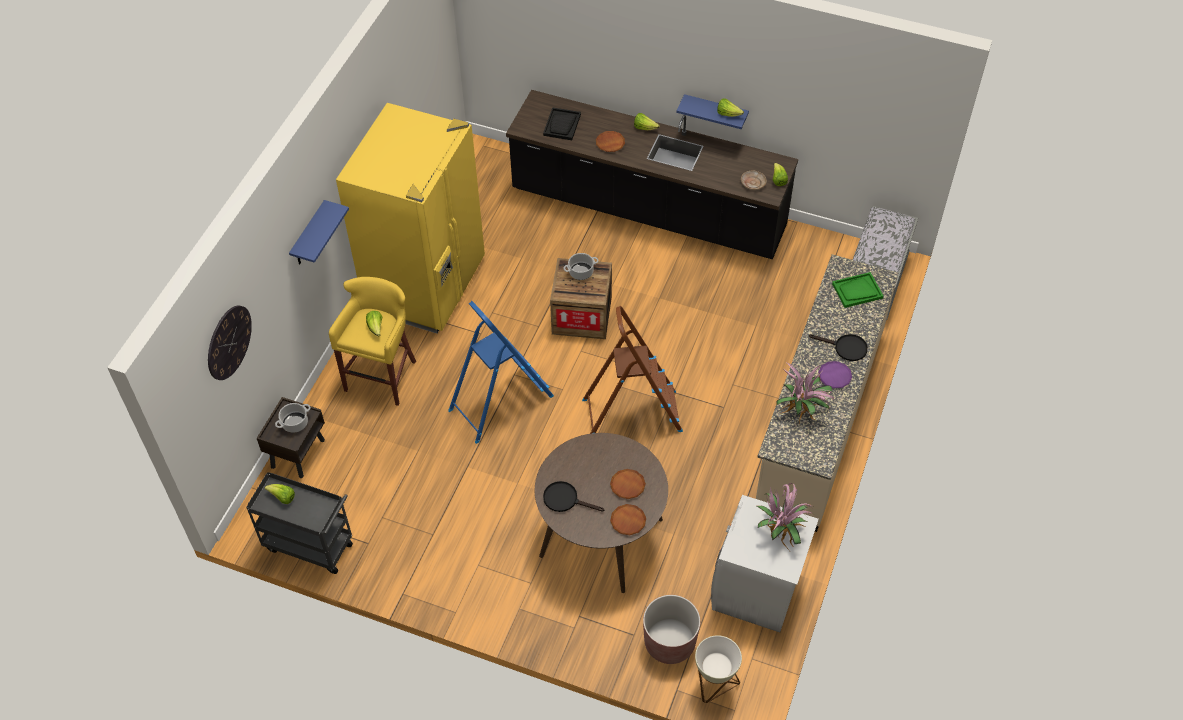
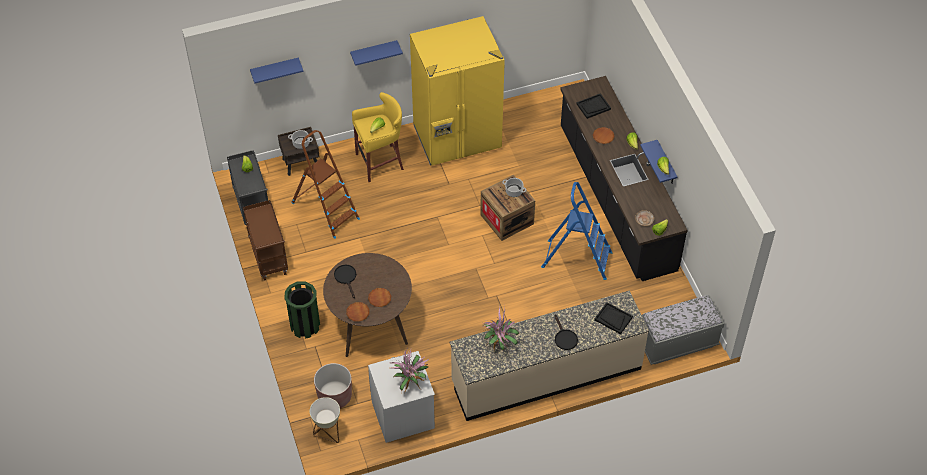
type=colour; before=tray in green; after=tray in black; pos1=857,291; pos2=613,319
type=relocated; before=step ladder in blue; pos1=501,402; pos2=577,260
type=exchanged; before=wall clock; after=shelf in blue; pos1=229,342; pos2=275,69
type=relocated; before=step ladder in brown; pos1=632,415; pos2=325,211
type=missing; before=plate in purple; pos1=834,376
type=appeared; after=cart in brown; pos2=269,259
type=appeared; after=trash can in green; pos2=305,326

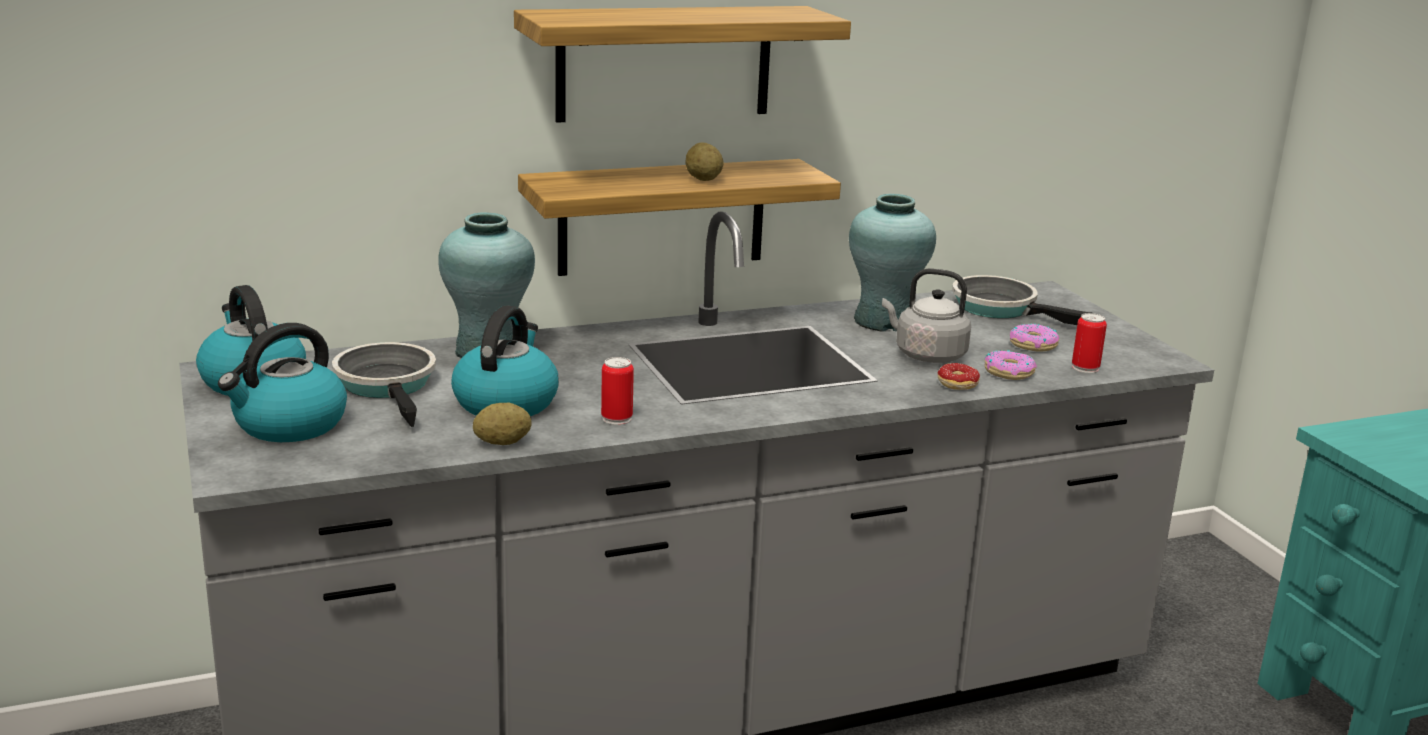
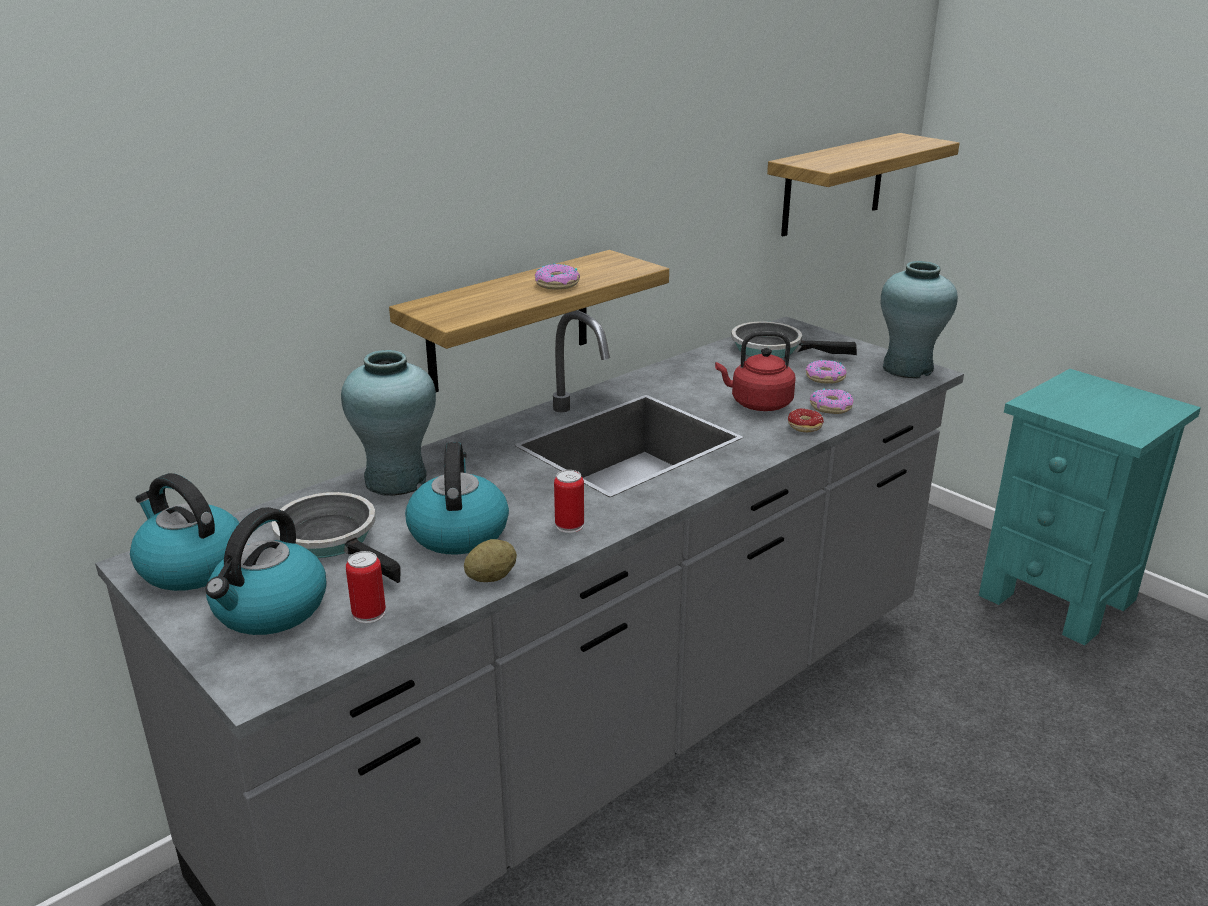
type=relocated; before=shelf; pos1=664,63; pos2=834,184
type=exchanged; before=potato; after=donut; pos1=703,179; pos2=558,284
type=relocated; before=vase in turquoise; pos1=884,321; pos2=908,368
type=colour; before=kettle in grey; after=kettle in red; pos1=926,355; pos2=758,404
type=relocated; before=can; pos1=1085,368; pos2=369,614

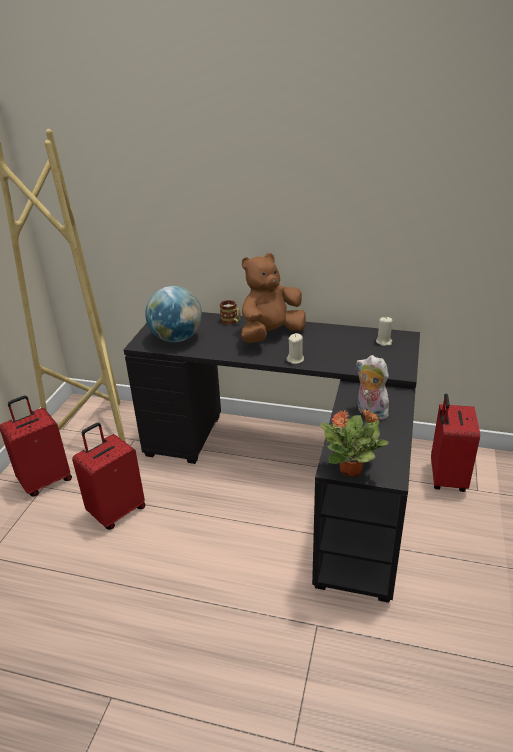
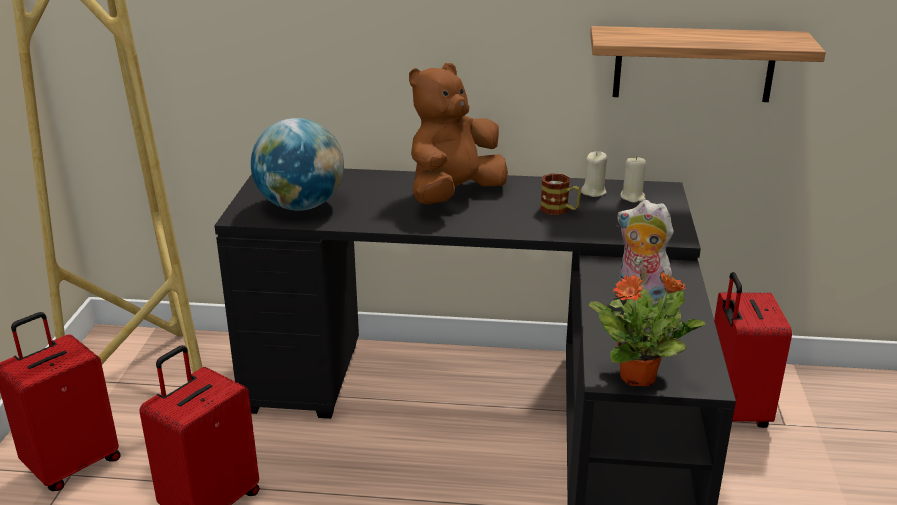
type=relocated; before=mug; pos1=231,321; pos2=560,210
type=relocated; before=candle in beige; pos1=295,359; pos2=593,192
type=appeared; after=shelf; pos2=694,64

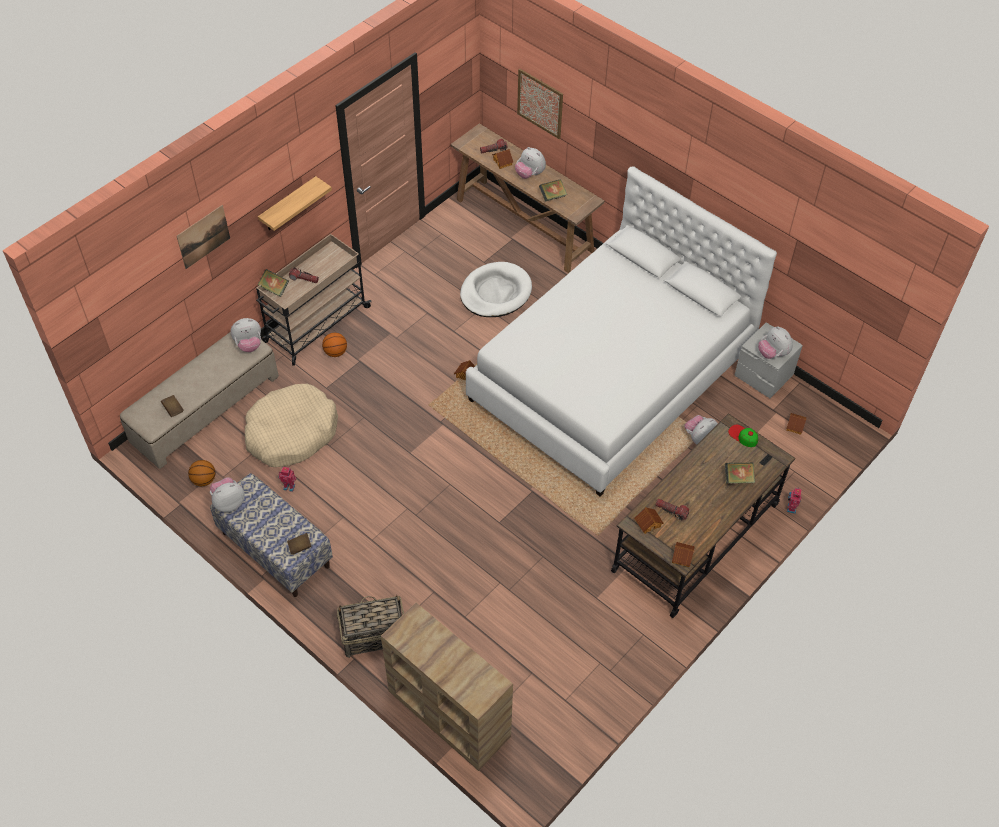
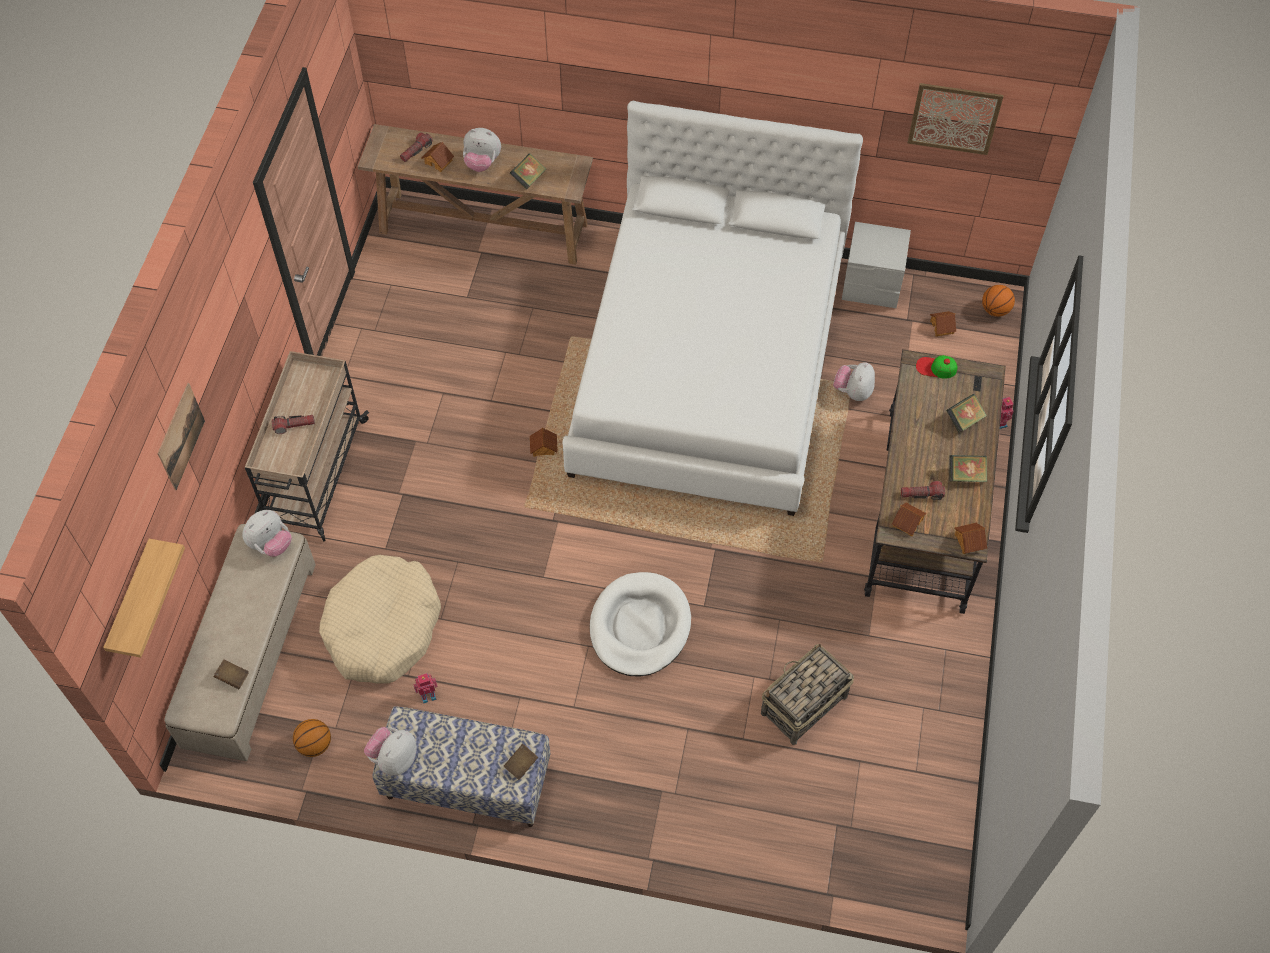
type=relocated; before=picture; pos1=540,103; pos2=954,117
type=relocated; before=shelf; pos1=288,205; pos2=131,601
type=relocated; before=dog bed in white; pos1=495,292; pos2=639,626
type=relocated; before=book; pos1=274,289; pos2=966,475
type=missing; before=plush toy; pos1=773,353
type=relocated; before=basketball; pos1=335,352; pos2=995,310
type=relocated; before=basket; pos1=373,635; pos2=803,705
type=missing; before=bookcase in brown; pos1=448,714

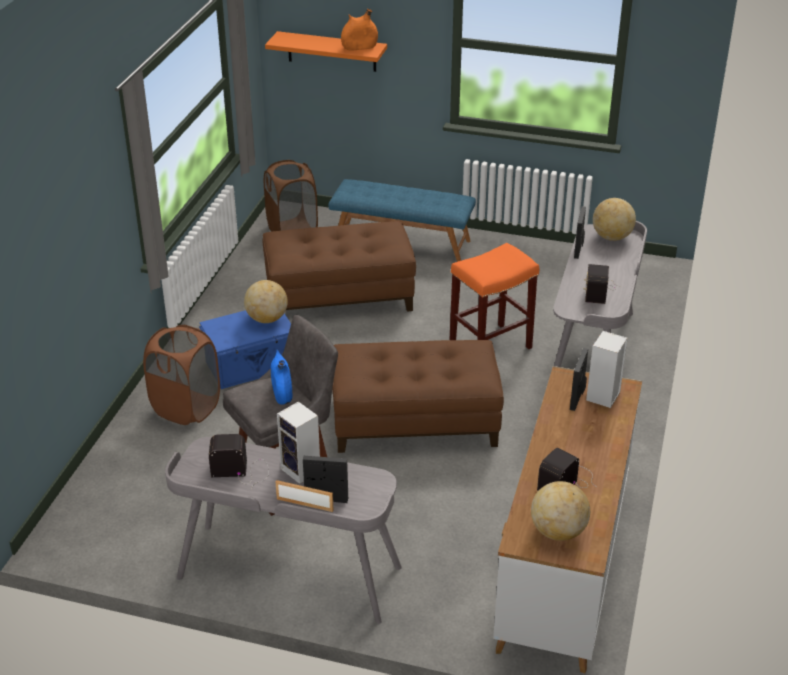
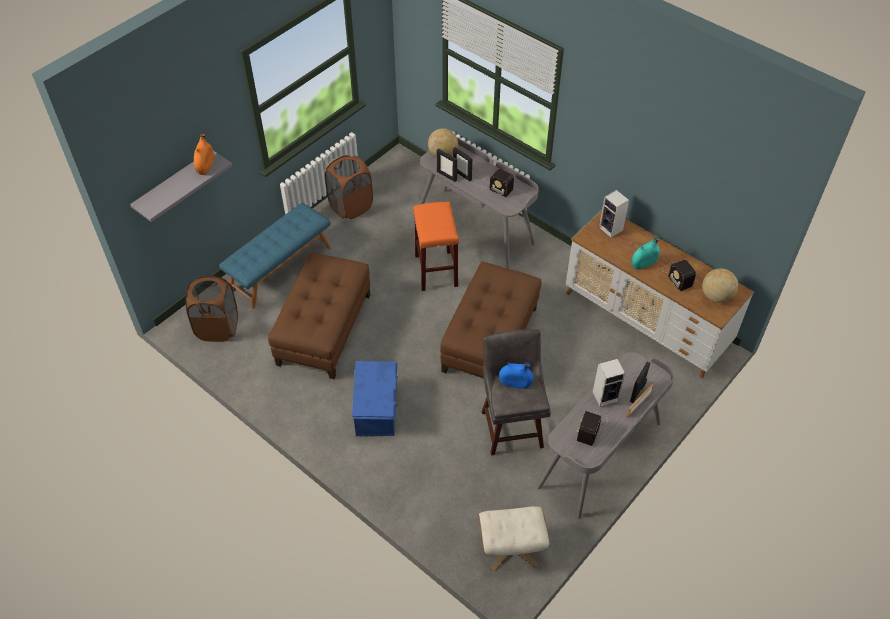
type=colour; before=shelf in orange; after=shelf in grey; pos1=332,51; pos2=174,185
type=missing; before=globe; pos1=267,319
type=relocated; before=laundry basket in brown; pos1=186,408; pos2=351,206
type=relocated; before=picture frame; pos1=577,398; pos2=462,174
type=appeared; after=vase in turquoise; pos2=643,263
type=appeared; after=ottoman in beige; pos2=511,547

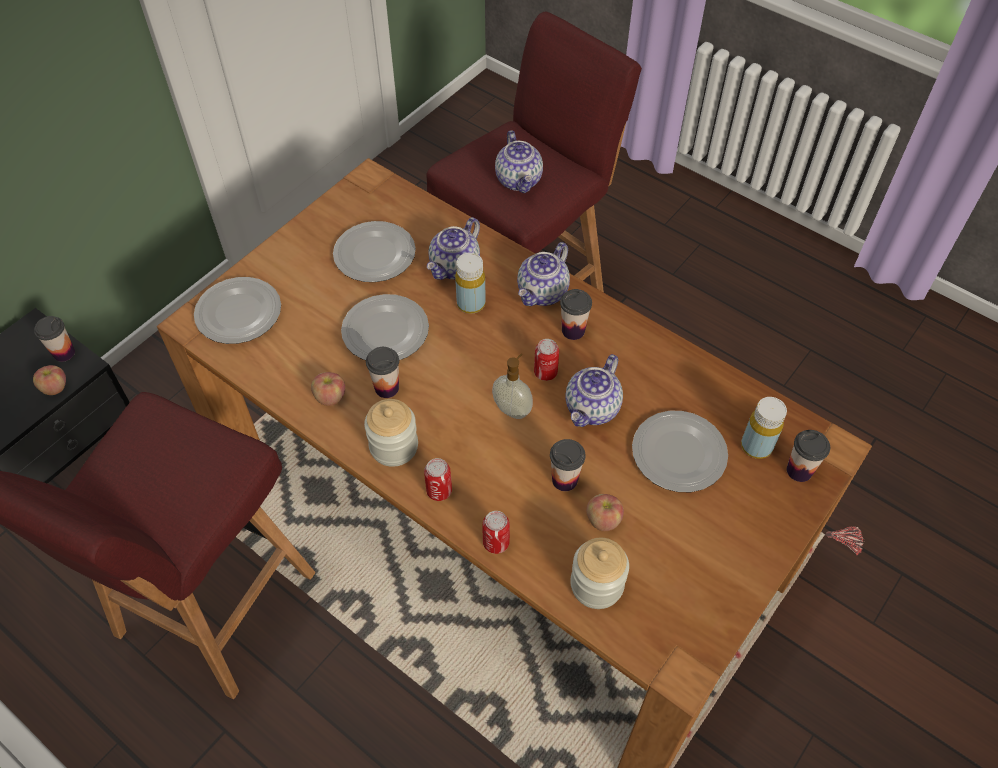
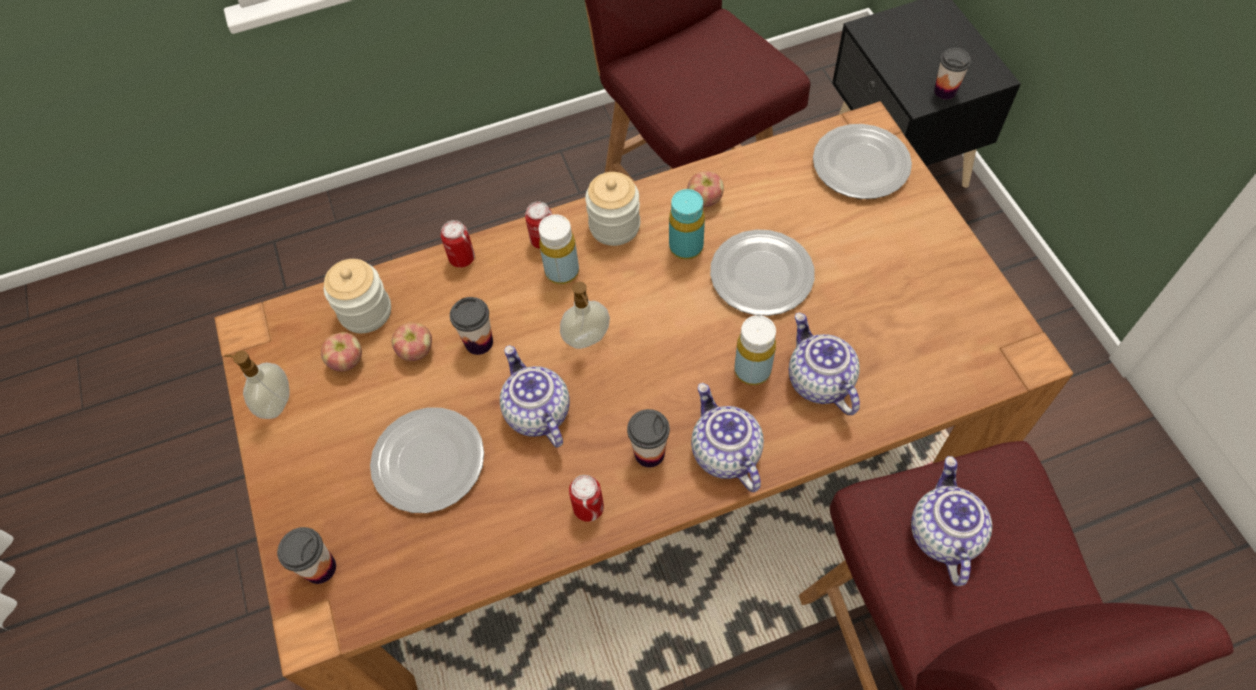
type=spun; before=teapot; pos1=519,180; pos2=942,533; turn=75
type=missing; before=plate; pos1=373,255
type=relocated; before=can; pos1=545,372; pos2=588,508
type=exchanged; before=cup; after=bottle in turquoise; pos1=387,388; pos2=686,247
type=relocated; before=apple; pos1=55,388; pos2=347,361
type=relocated; before=bottle in yellow; pos1=756,446; pos2=562,271
type=appeared; after=soap dispenser; pos2=276,403

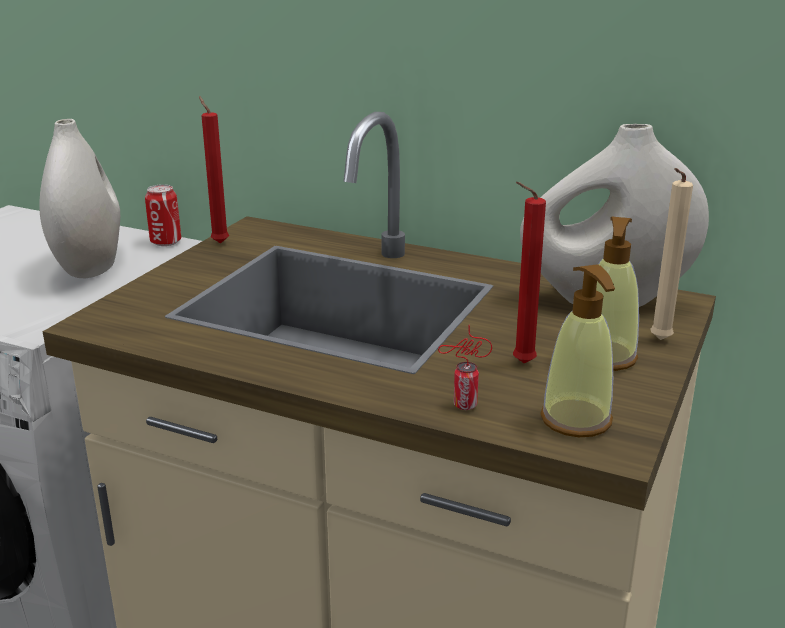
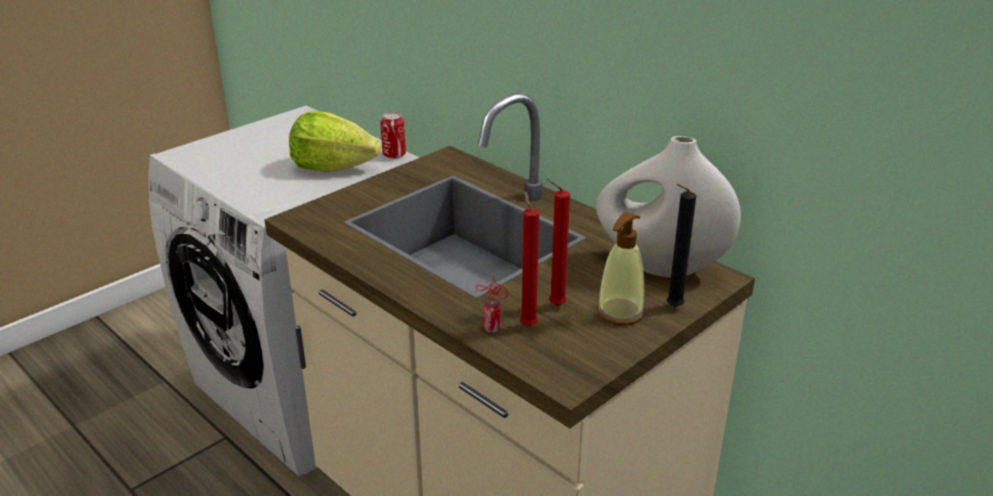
type=relocated; before=candle in red; pos1=219,242; pos2=527,324
type=exchanged; before=vase in white; after=lettuce; pos1=89,266; pos2=332,167
type=colour; before=candle in beige; after=candle in black; pos1=658,341; pos2=672,307
type=missing; before=soap dispenser; pos1=576,420

